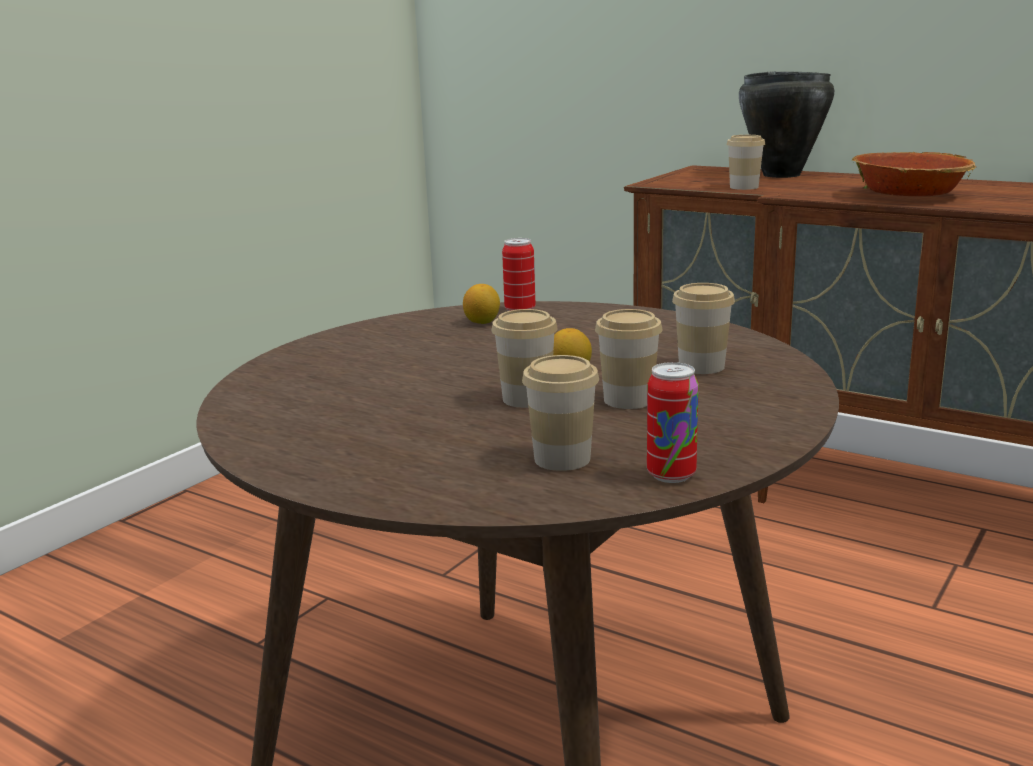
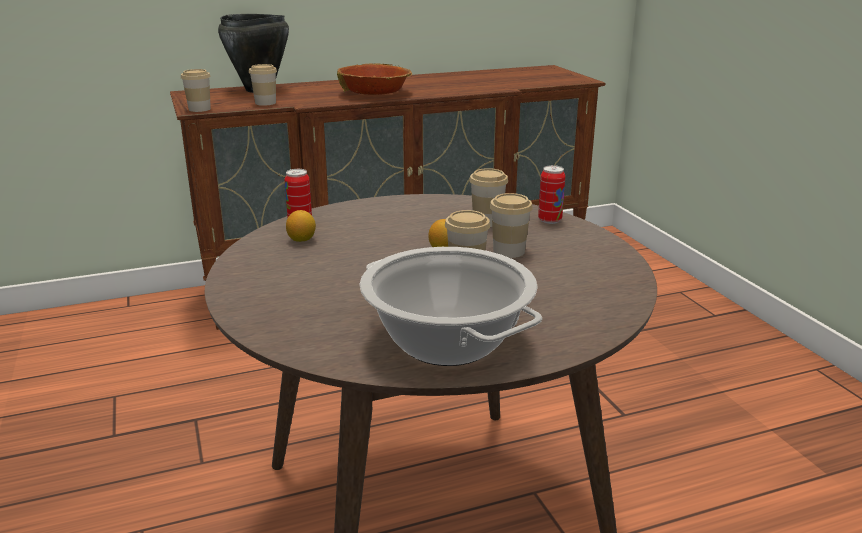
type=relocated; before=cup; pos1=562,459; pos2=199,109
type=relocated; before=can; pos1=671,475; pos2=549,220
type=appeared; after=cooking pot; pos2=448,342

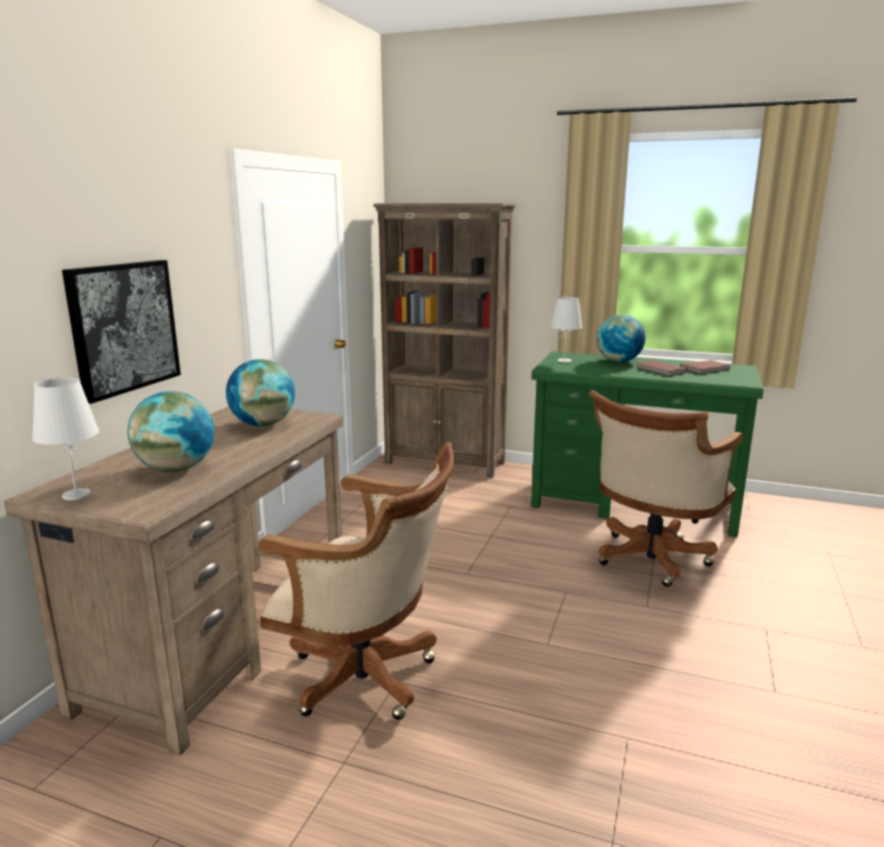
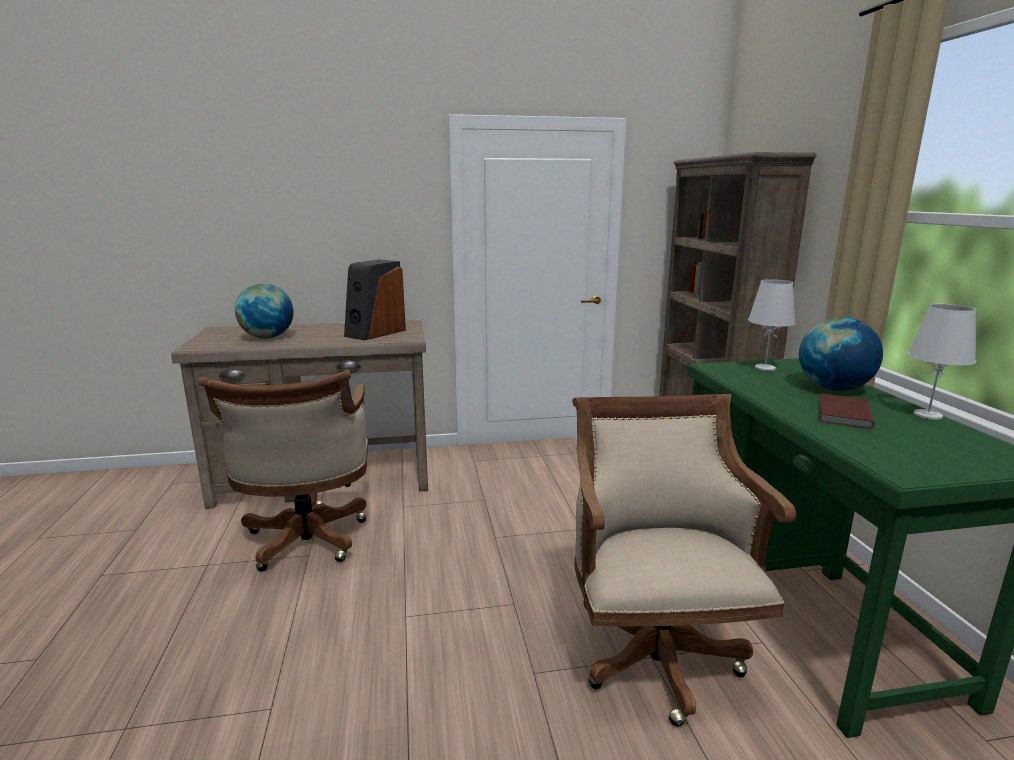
type=missing; before=picture; pos1=123,327
type=exchanged; before=globe; after=speaker; pos1=263,424; pos2=375,333
type=missing; before=book in brown; pos1=706,369
type=relocated; before=table lamp in white; pos1=76,495; pos2=927,415
type=spun; before=office chair; pos1=650,560; pos2=654,652; turn=75

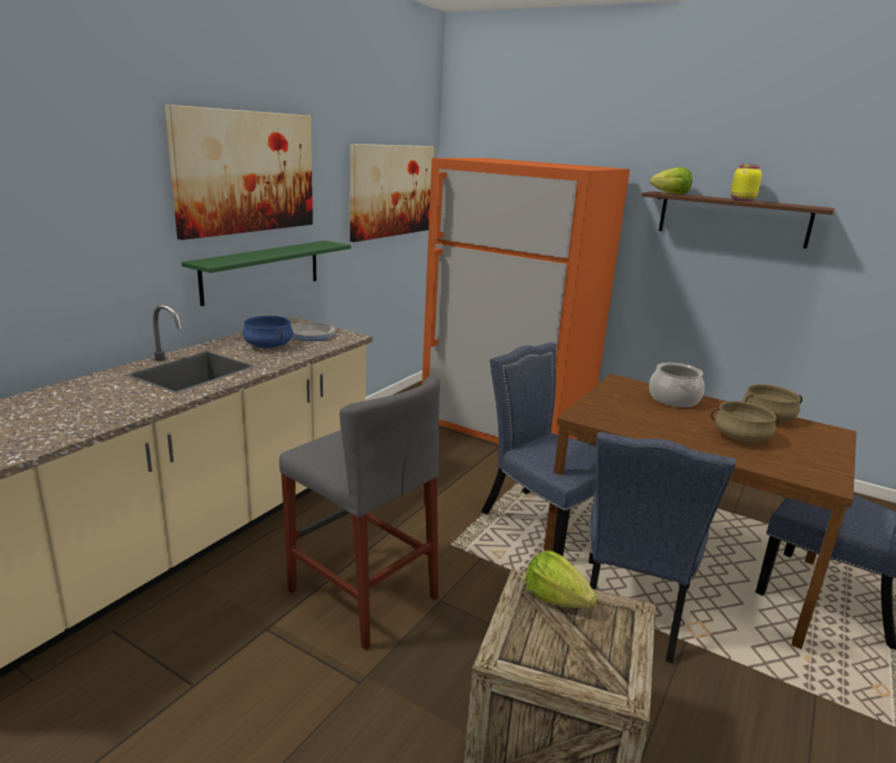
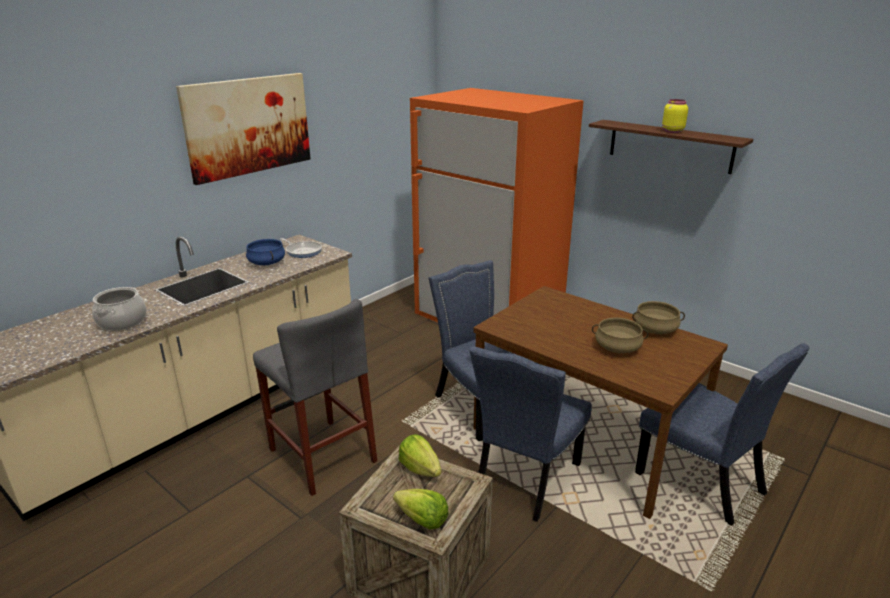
type=missing; before=picture; pos1=392,191
type=relocated; before=lettuce; pos1=671,193; pos2=422,520
type=missing; before=shelf in green; pos1=262,271
type=relocated; before=cooking pot; pos1=673,399; pos2=122,321

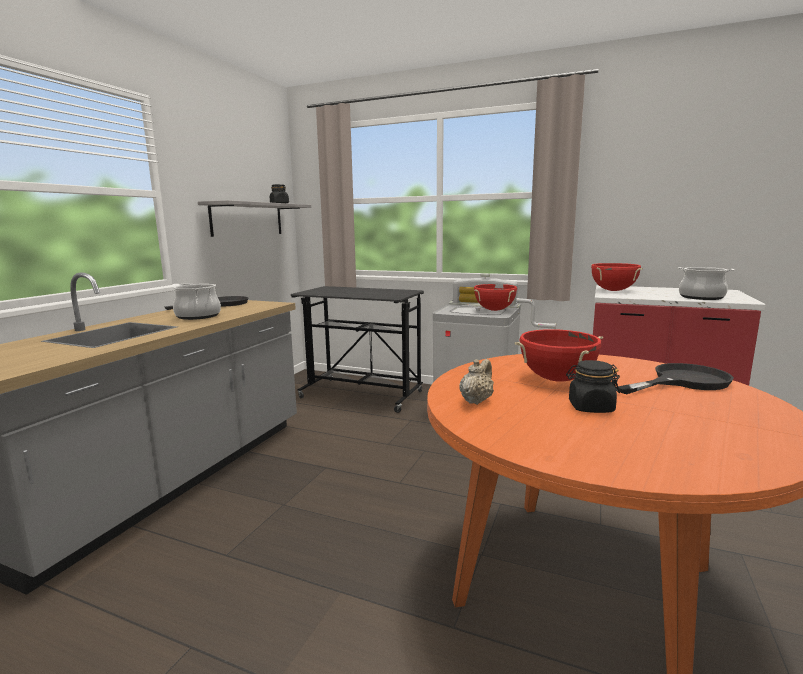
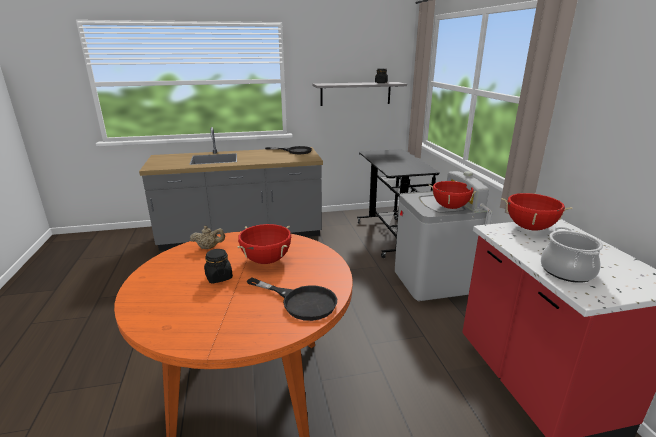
type=missing; before=cooking pot; pos1=198,316

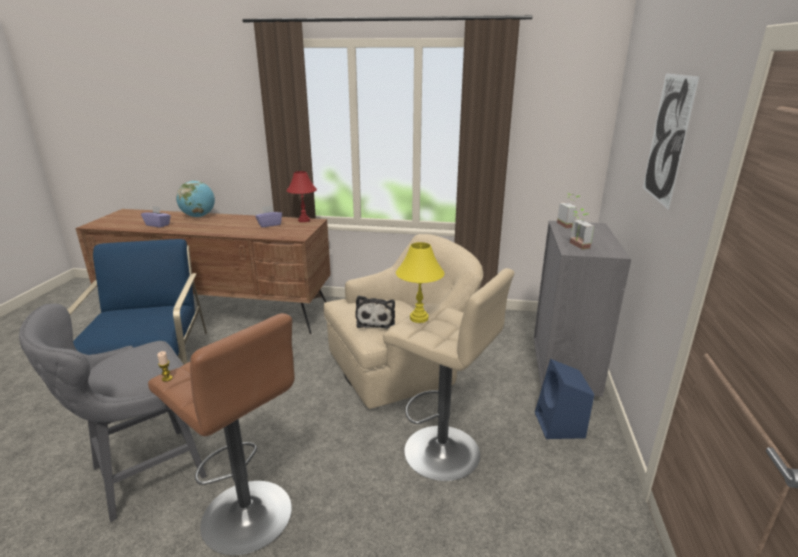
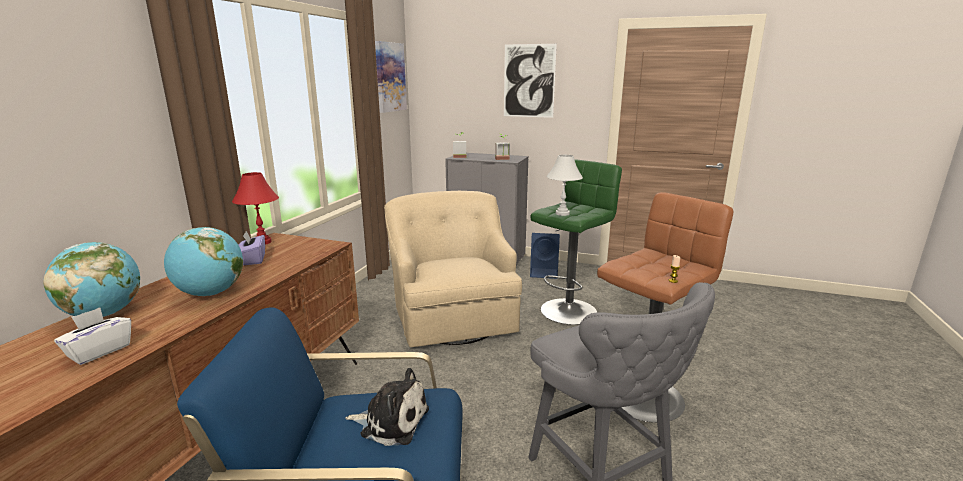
type=colour; before=tissue box in purple; after=tissue box in white; pos1=158,225; pos2=99,351
type=colour; before=table lamp in yellow; after=table lamp in white; pos1=419,318; pos2=562,213
type=colour; before=stool in beige; after=stool in green; pos1=442,453; pos2=569,311
type=relocated; before=plush toy; pos1=376,320; pos2=391,421
type=appeared; after=picture; pos2=390,77
type=appeared; after=globe; pos2=211,293

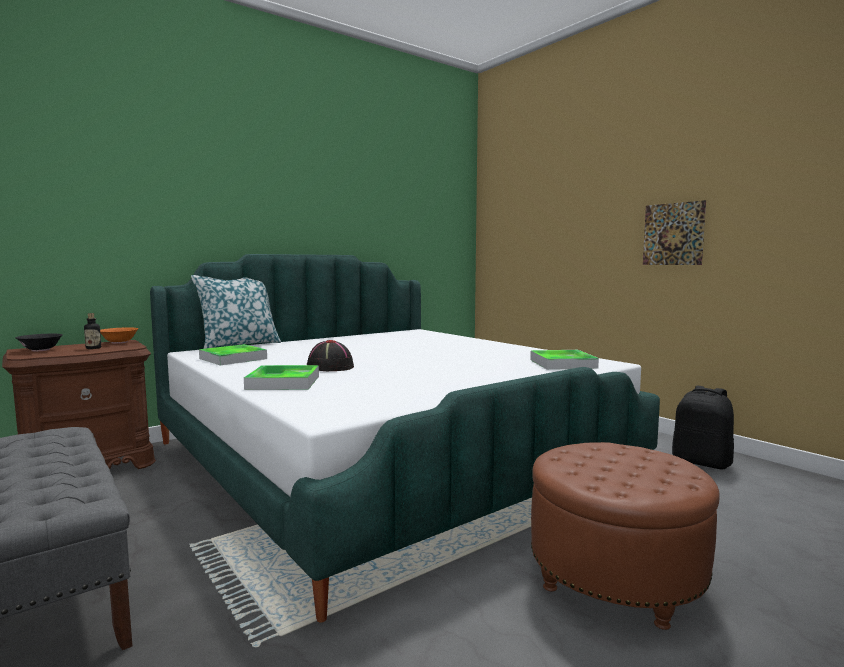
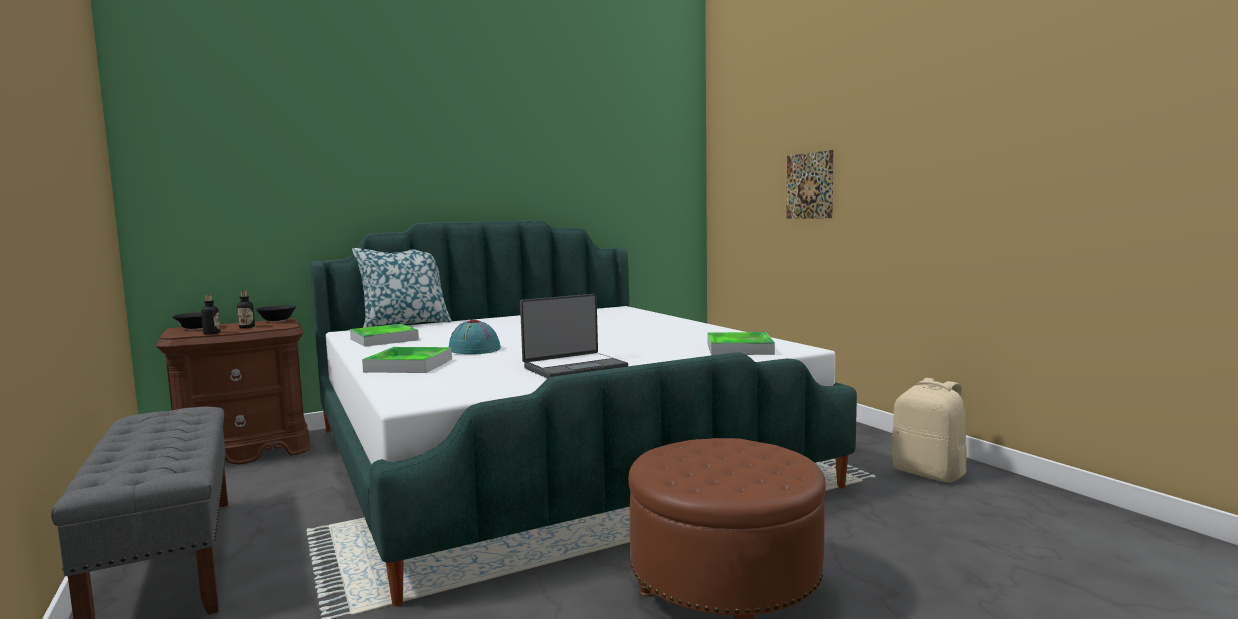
type=relocated; before=picture; pos1=673,234; pos2=809,186
type=colour; before=bowl in orange; after=bowl in black; pos1=119,342; pos2=277,321
type=colour; before=hat in black; after=hat in turquoise; pos1=330,367; pos2=473,350
type=colour; before=backpack in black; after=backpack in beige; pos1=702,462; pos2=929,473
type=appeared; after=laptop; pos2=574,367
type=appeared; after=bottle; pos2=212,333

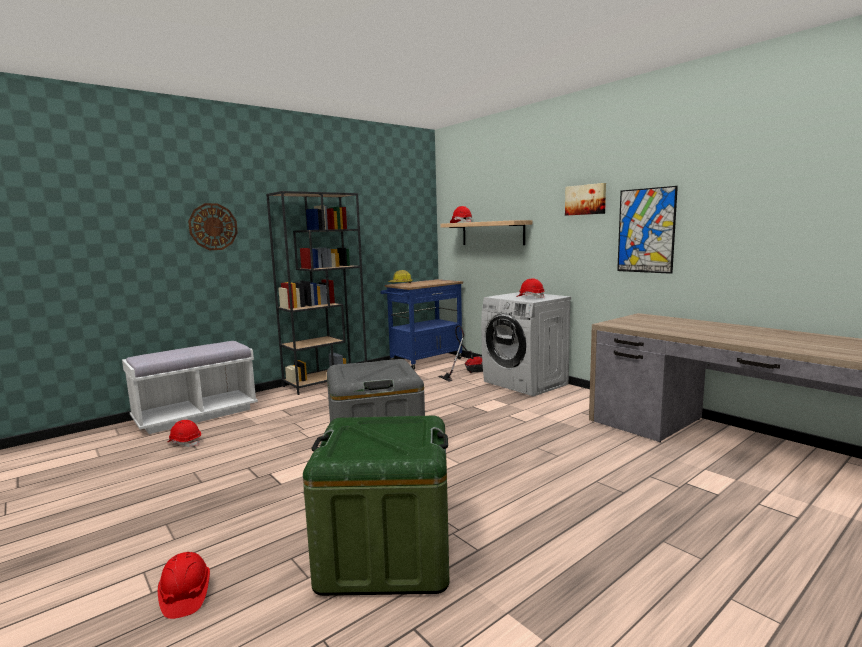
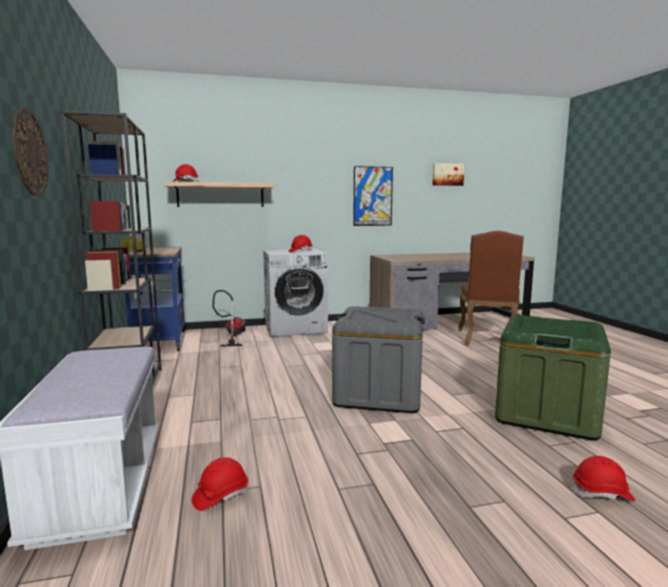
type=relocated; before=picture; pos1=585,199; pos2=447,174
type=appeared; after=chair in brown; pos2=488,339

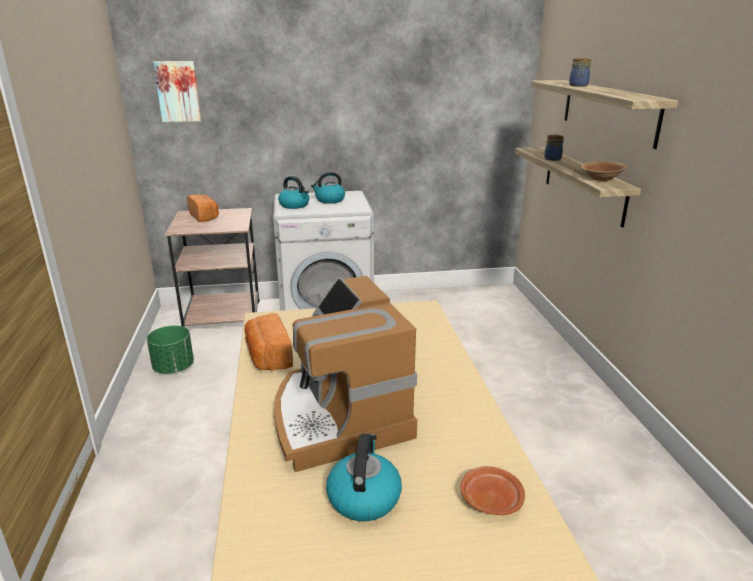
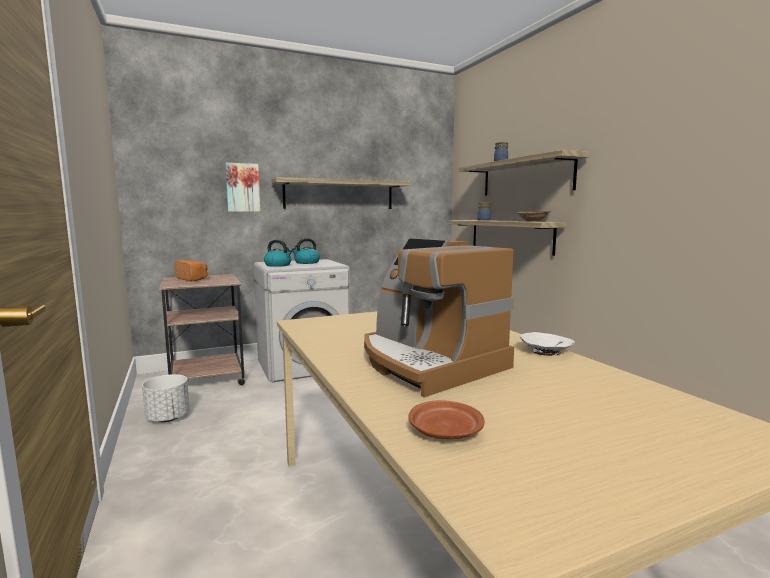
type=relocated; before=picture; pos1=178,91; pos2=242,187
type=missing; before=bread; pos1=268,357
type=colour; before=planter in green; after=planter in white; pos1=174,368; pos2=168,418
type=missing; before=kettle; pos1=363,497
type=relocated; before=plate in brown; pos1=490,499; pos2=444,431
type=appeared; after=shelf; pos2=339,195
type=appeared; after=bowl in white; pos2=545,351

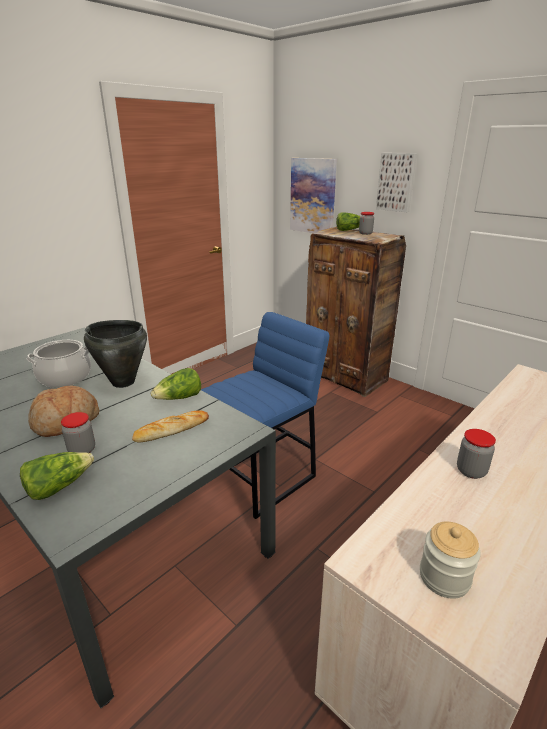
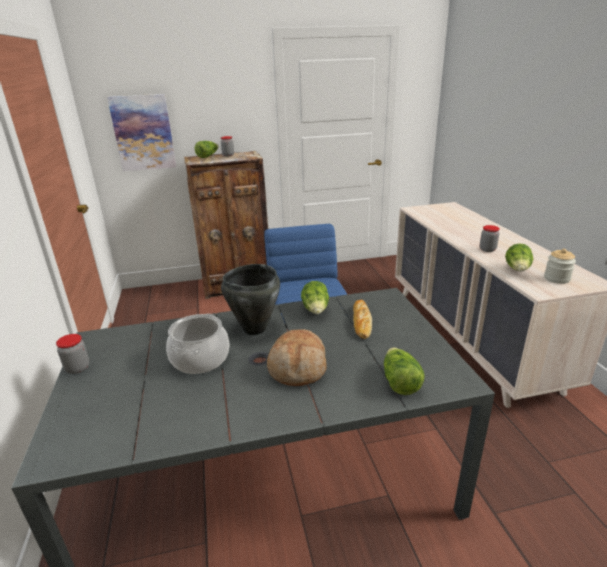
type=missing; before=picture; pos1=396,182
type=relocated; before=jar; pos1=82,450; pos2=77,368
type=appeared; after=lettuce; pos2=517,269

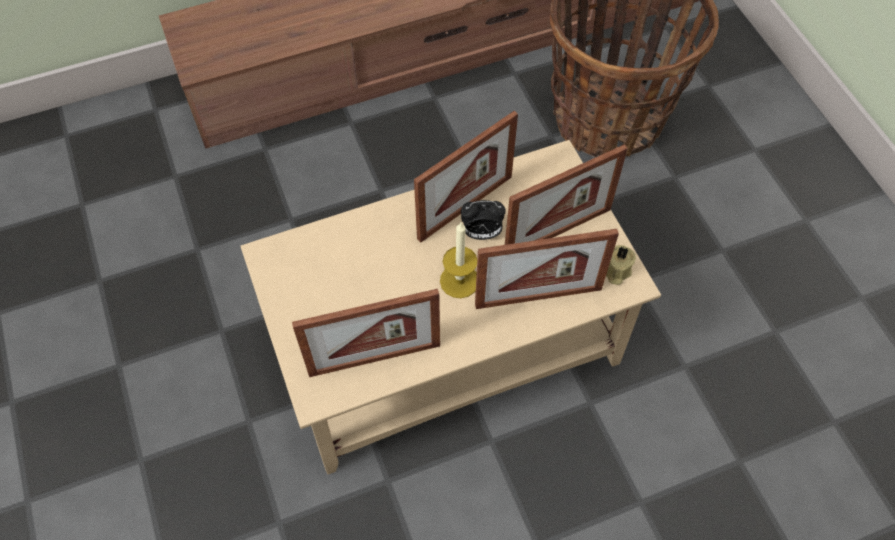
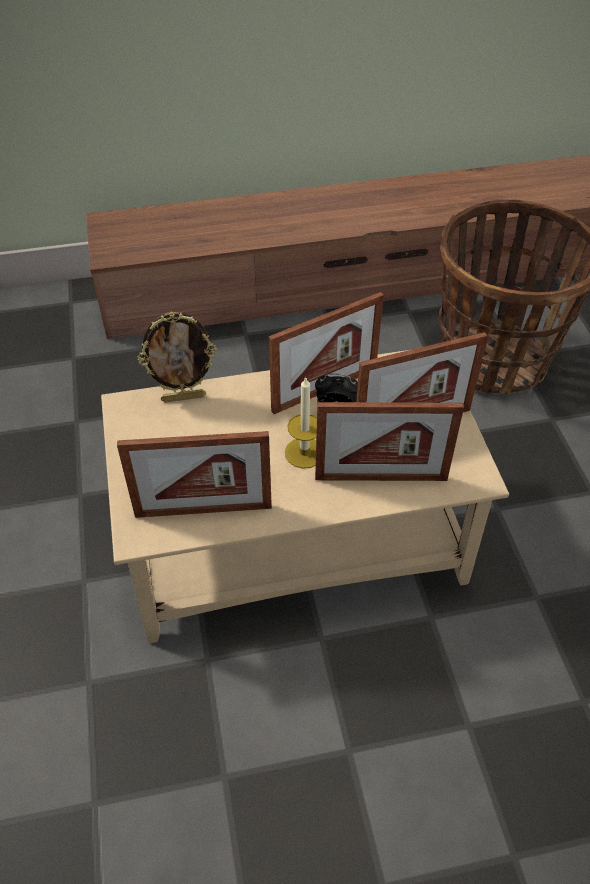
type=missing; before=candle in beige; pos1=616,271
type=appeared; after=picture frame; pos2=183,397

